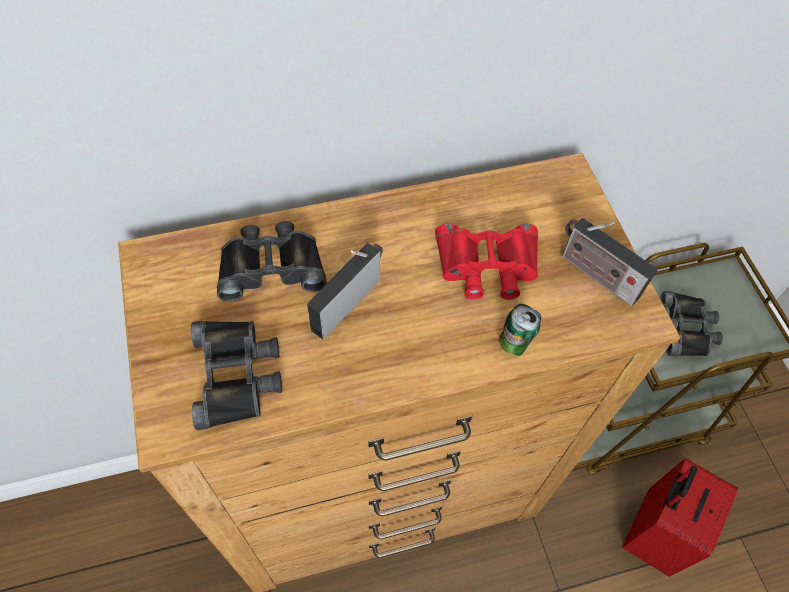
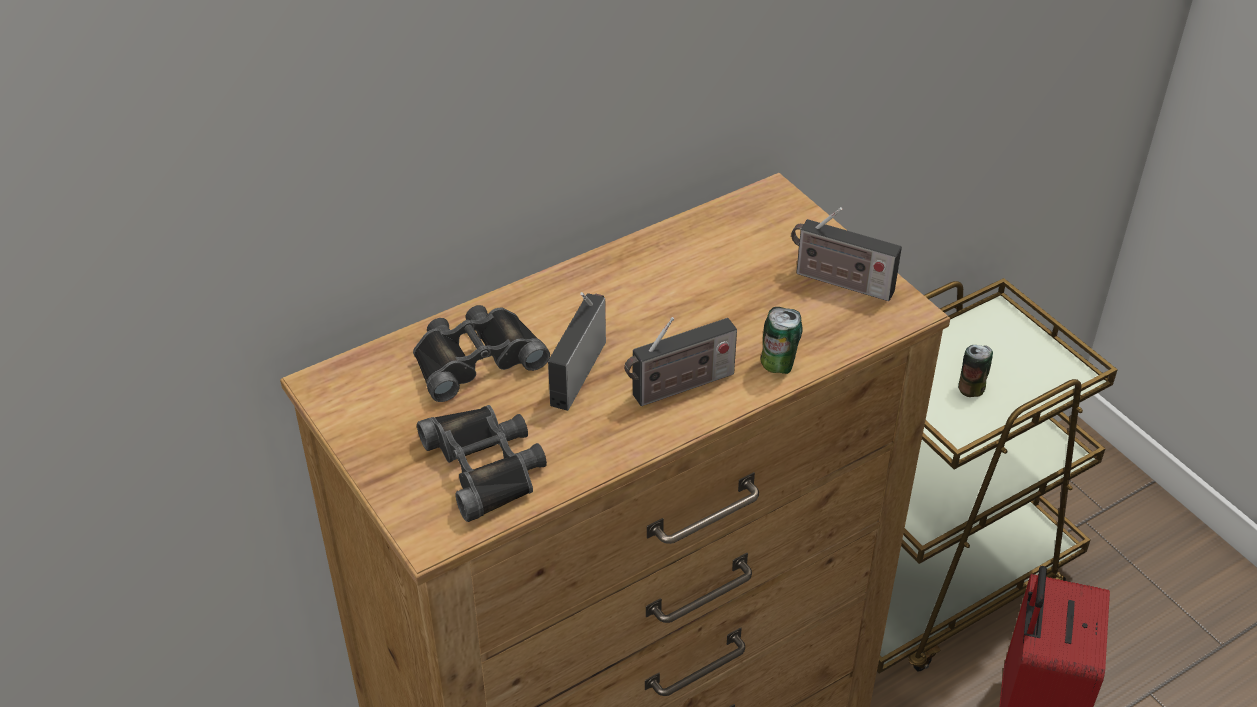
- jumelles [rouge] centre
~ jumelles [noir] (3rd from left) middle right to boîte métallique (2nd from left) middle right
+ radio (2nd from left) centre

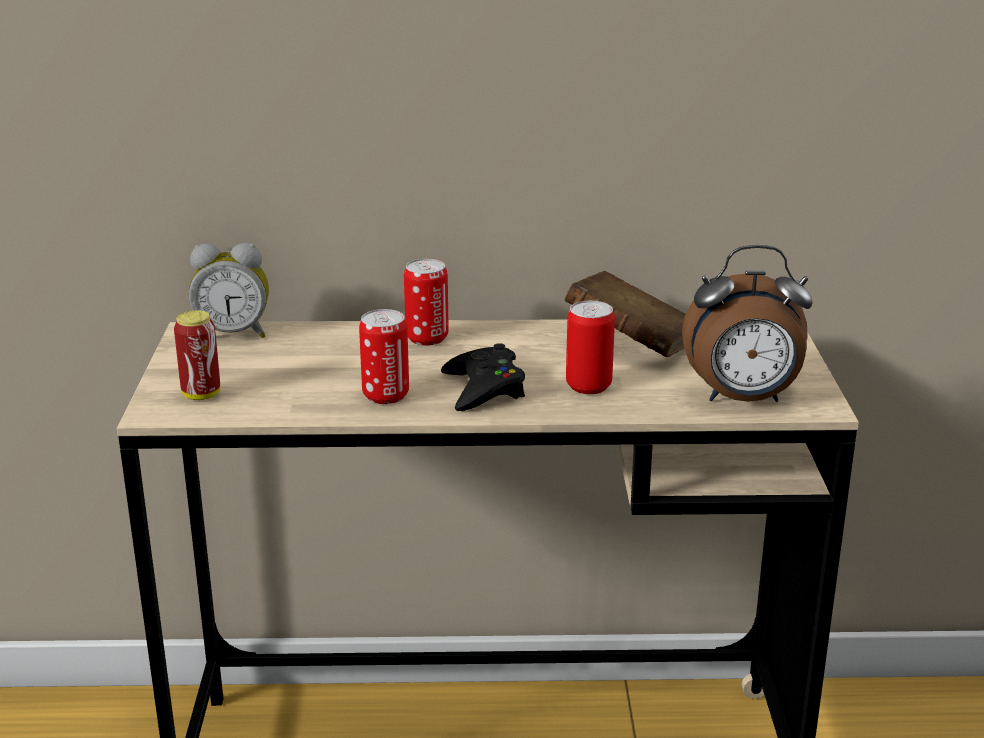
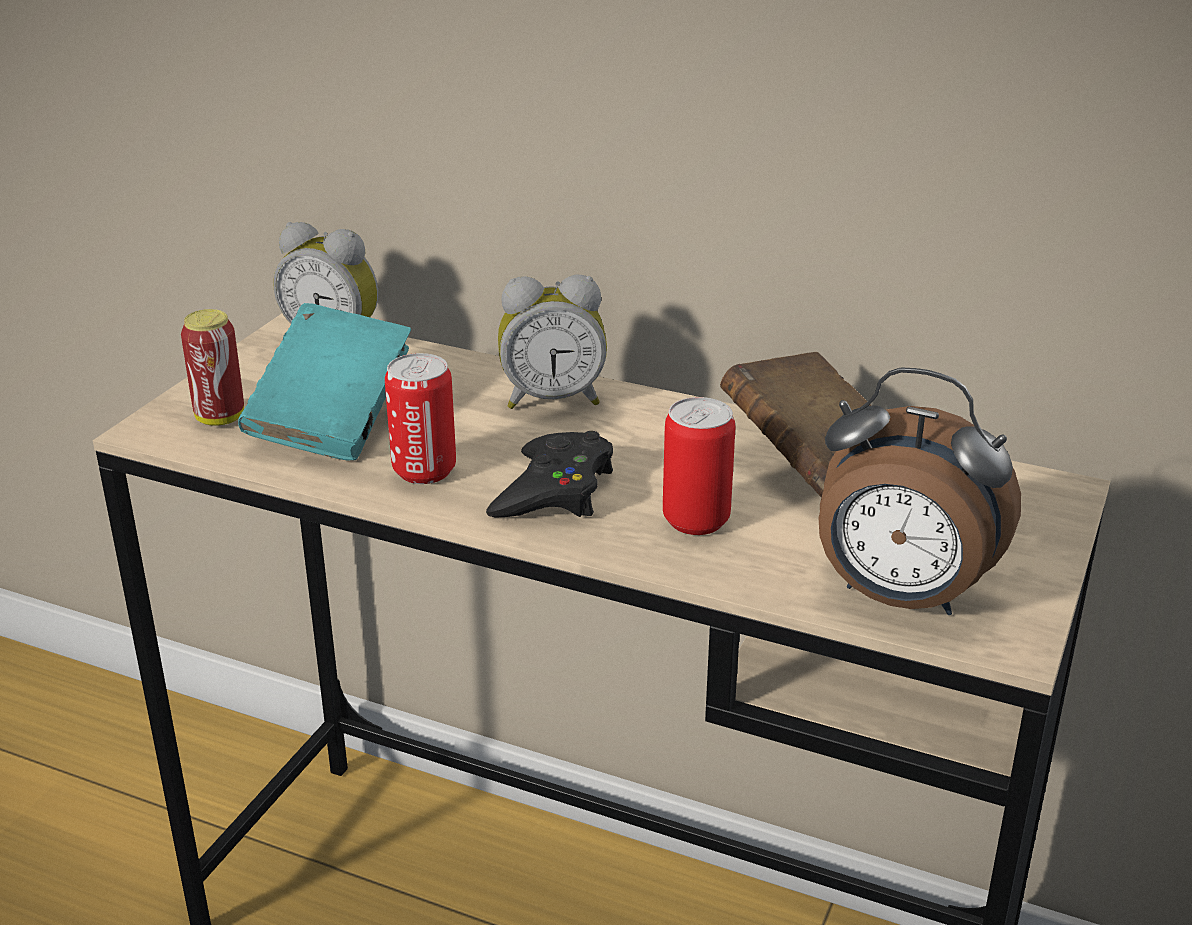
~ boîte métallique (3rd from left) centre to réveil (2nd from left) centre
+ livre [turquoise] middle left

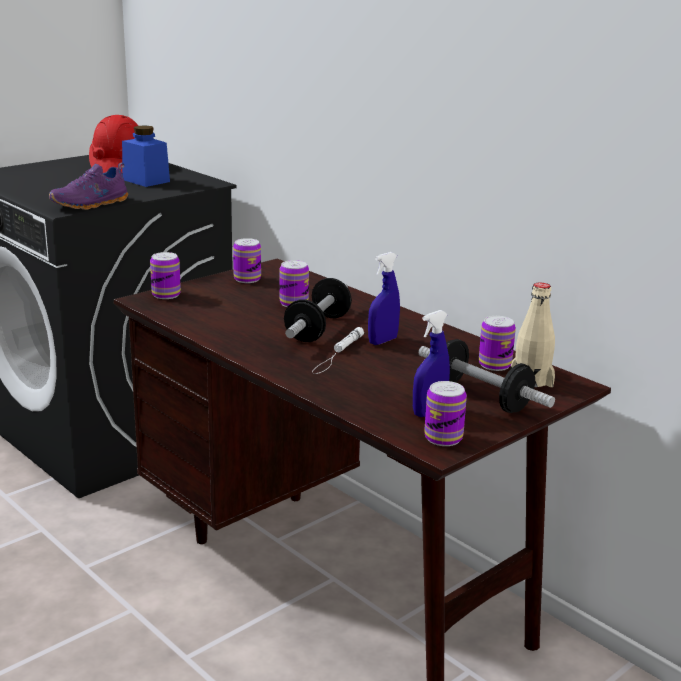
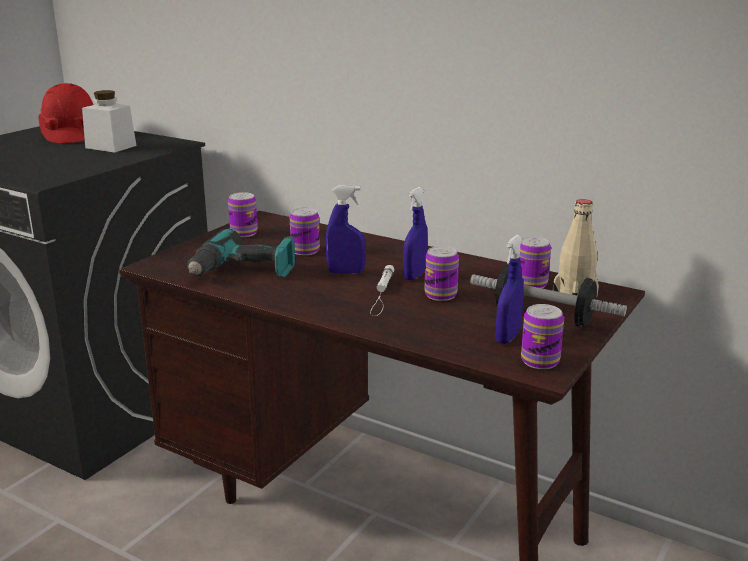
- chaussure [violet] top left
~ bocal [bleu] top left to bocal [blanc] top left
~ boîte métallique (1st from left in the first image) middle left to boîte métallique (3rd from left) centre
~ haltère (1st from left) centre to vaporisateur [bleu] (1st from left) centre
+ perceuse middle left

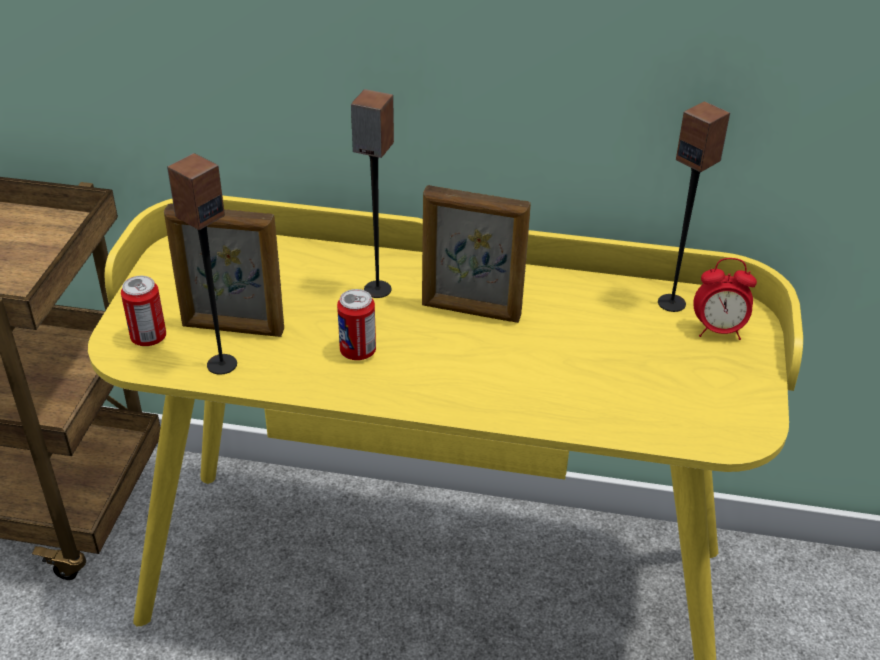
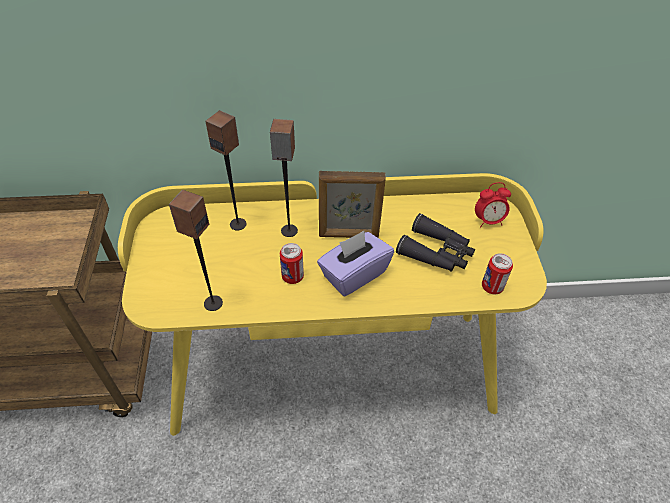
~ boîte métallique (1st from left in the first image) middle left to boîte métallique (2nd from left) middle right
- cadre photo (1st from left) middle left
~ enceinte (3rd from left in the first image) top right to enceinte (2nd from left) centre
+ boîte à mouchoirs [violet] centre
+ jumelles [noir] centre

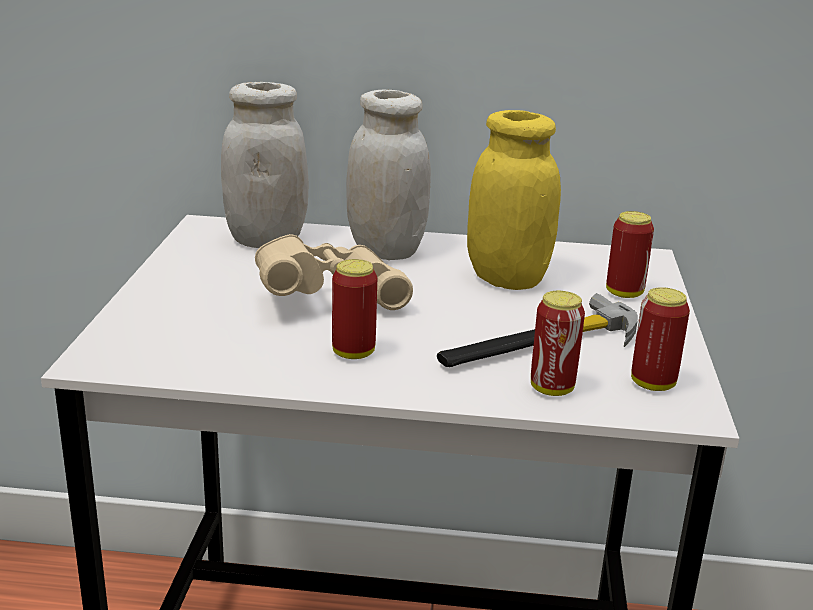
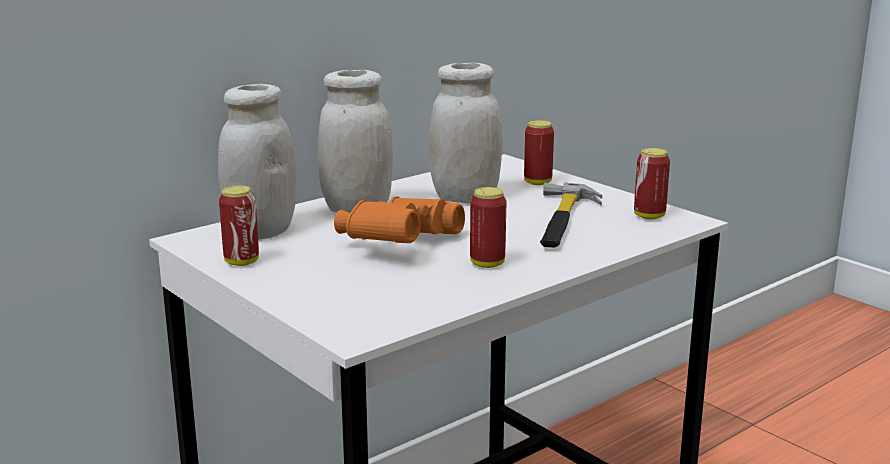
~ jumelles [beige] centre to jumelles [orange] centre
~ bocal [jaune] top centre to bocal [blanc] (3rd from left) top centre
~ boîte métallique (2nd from left in the first image) middle right to boîte métallique (1st from left) middle left

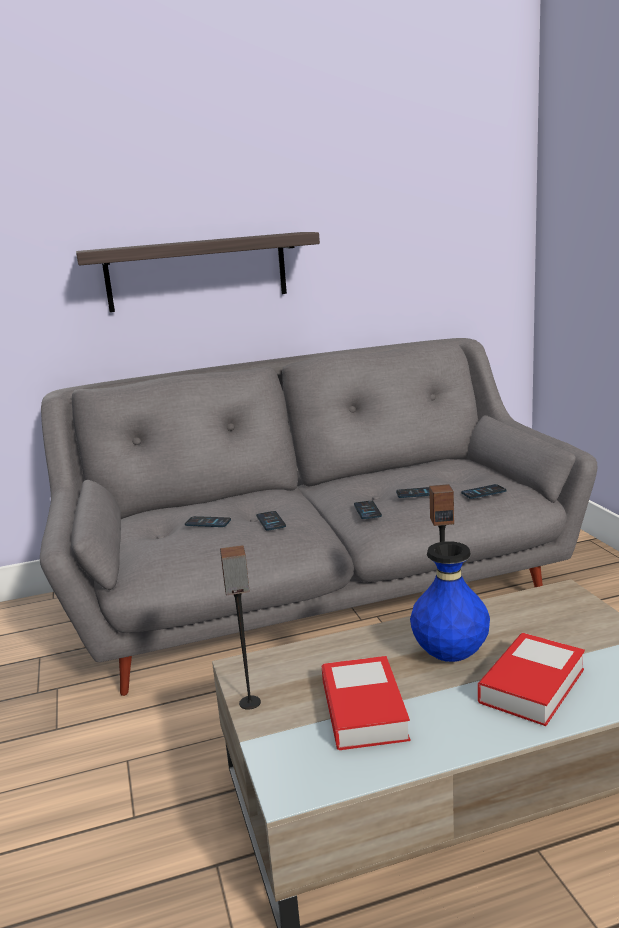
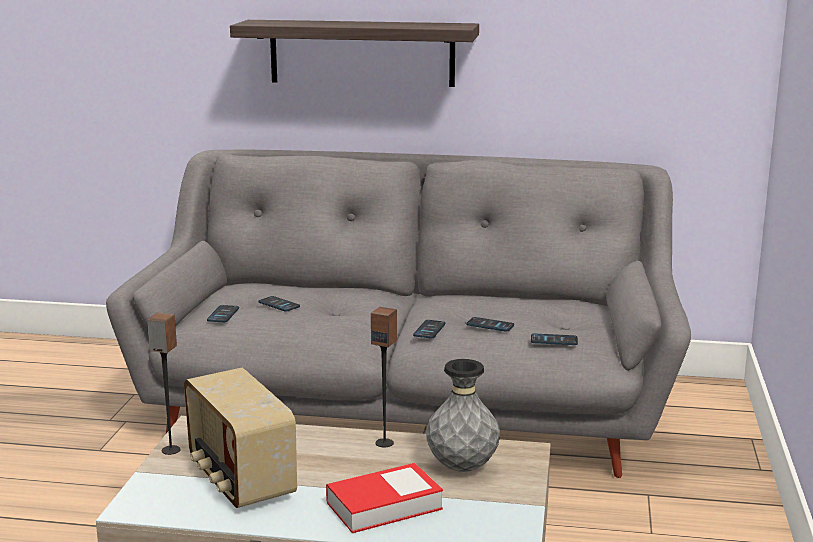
~ téléphone (2nd from left in the first image) centre to téléphone (1st from left) middle left
~ livre (1st from left) bottom centre to radio bottom left
- vase [bleu] middle right
+ vase [gris] bottom centre

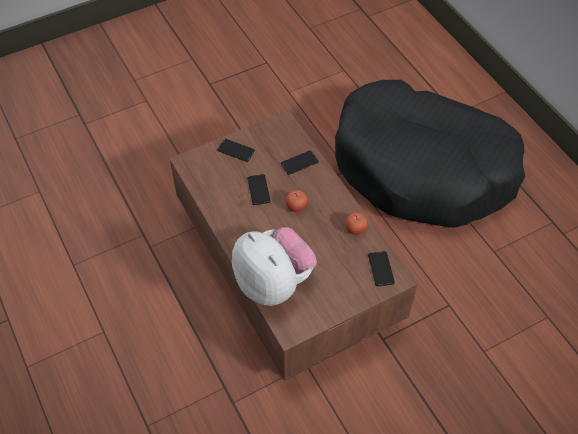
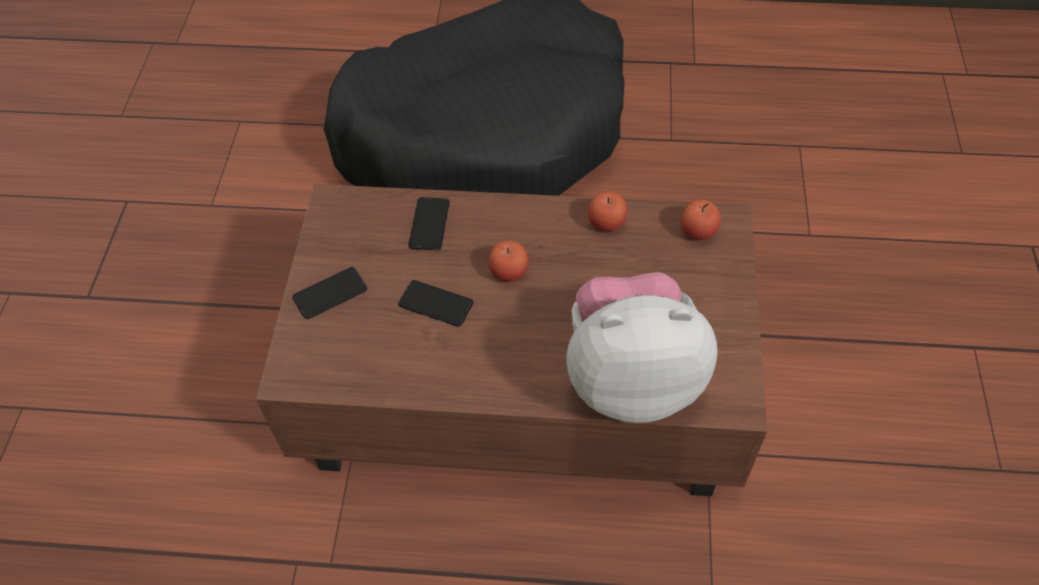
~ téléphone (4th from left) centre to pomme (3rd from left) middle right

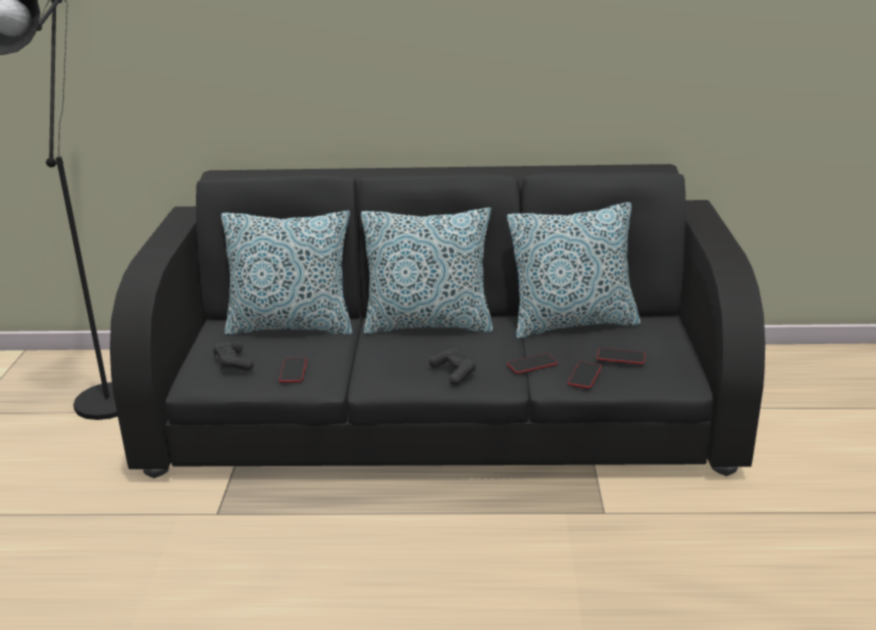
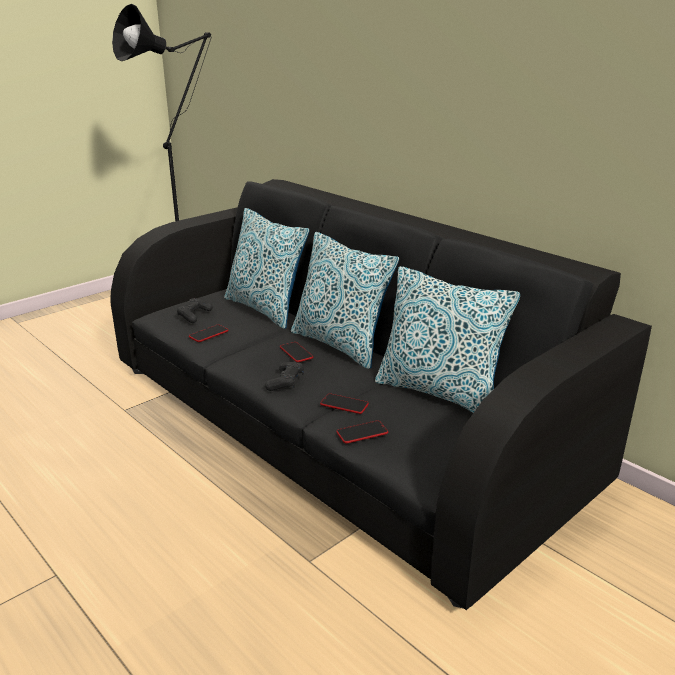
~ téléphone (4th from left in the first image) middle right to téléphone (2nd from left) centre

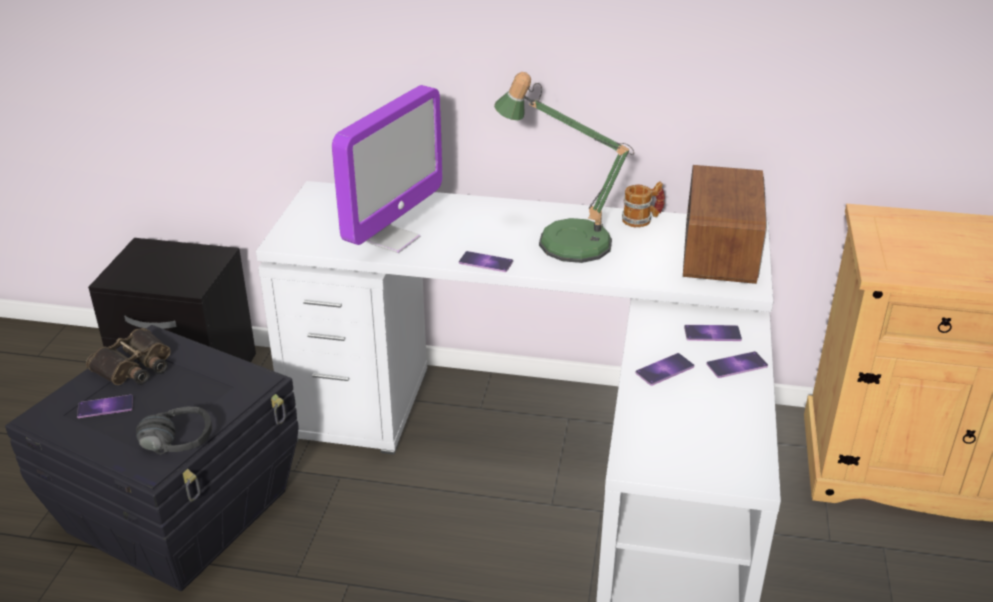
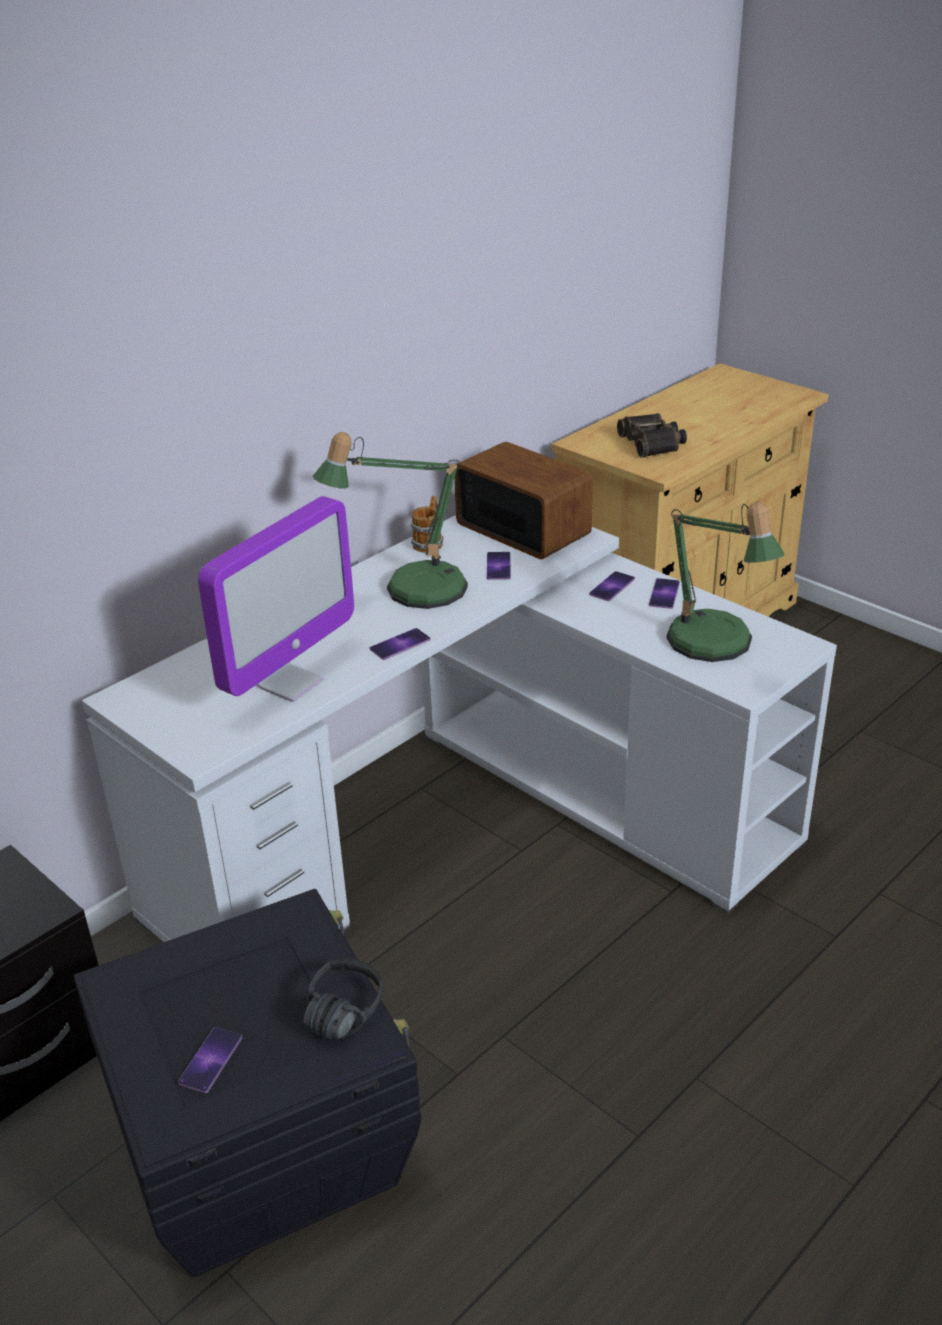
~ jumelles middle left to top right
~ écran d'ordinateur top centre = middle left 60 degrees clockwise
~ téléphone (3rd from left) middle right to centre
+ lampe de table (2nd from left) middle right

